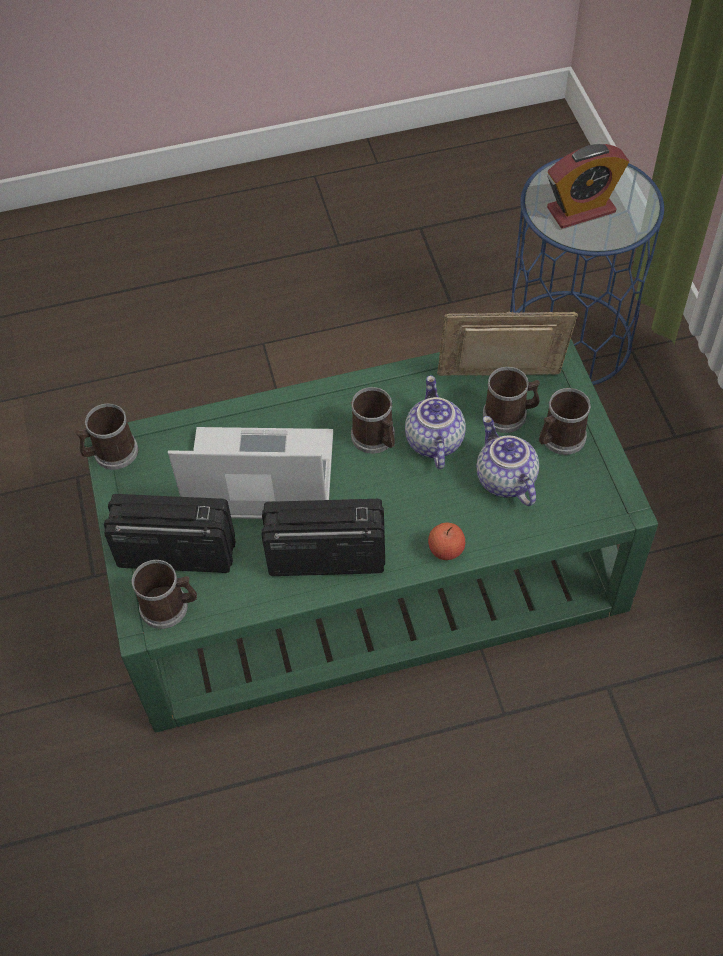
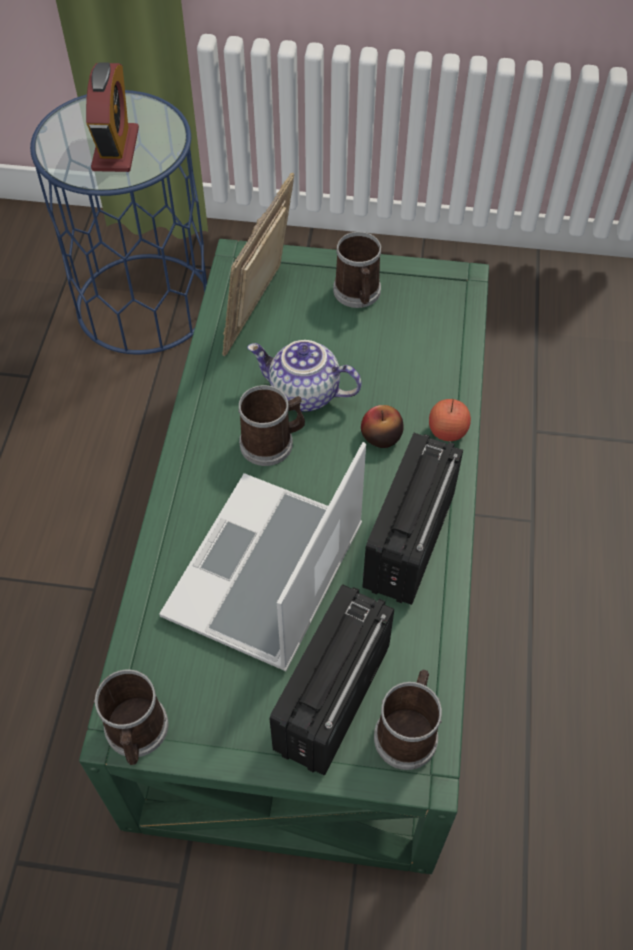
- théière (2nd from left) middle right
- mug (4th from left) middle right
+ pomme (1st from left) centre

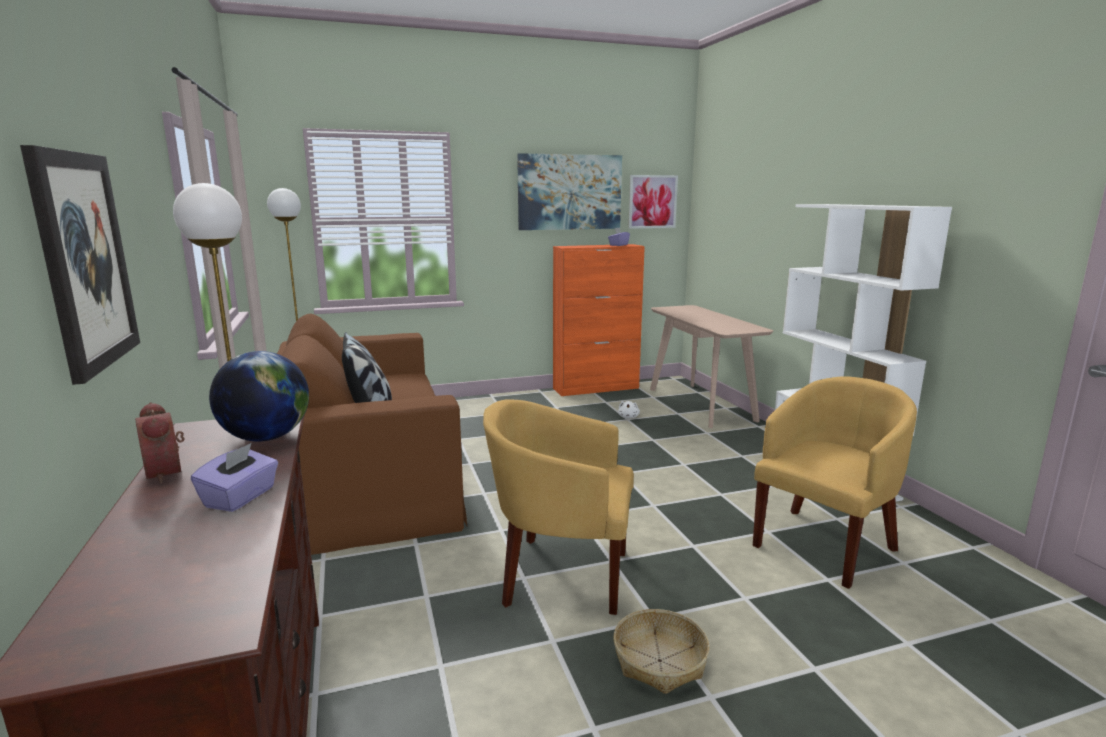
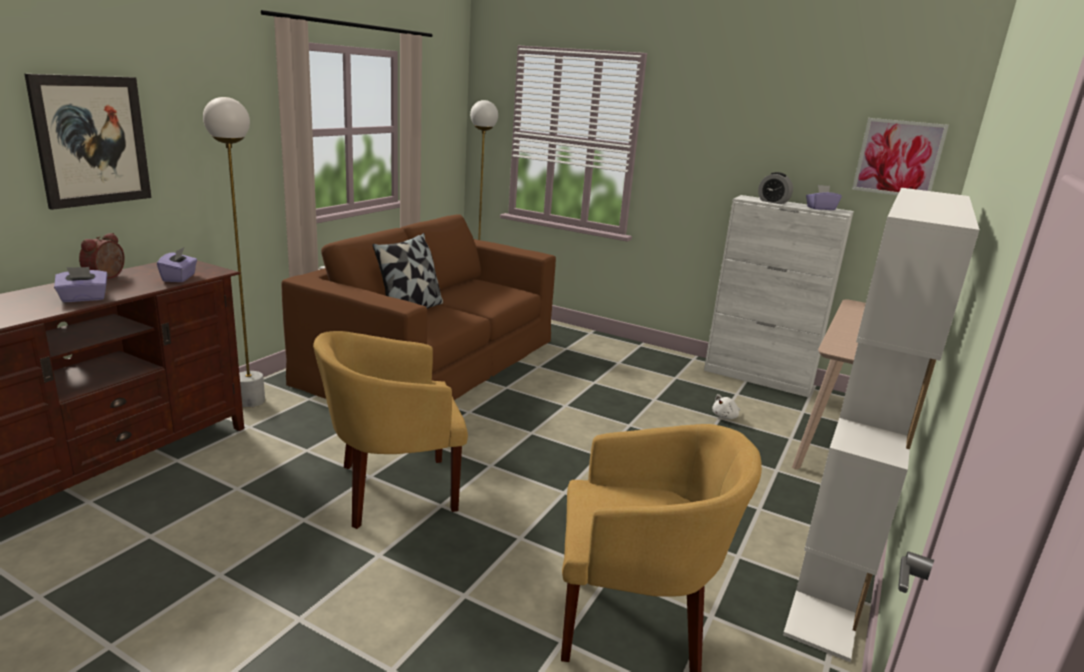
~ globe middle left to boîte à mouchoirs [violet] (2nd from left) middle left
~ fauteuil [jaune] (1st from left) bottom centre = centre 75 degrees counterclockwise
- tableau (2nd from left) top centre
~ meuble de rangement [orange] centre to meuble de rangement [blanc] middle right
- panier bottom centre
+ réveil (2nd from left) top right

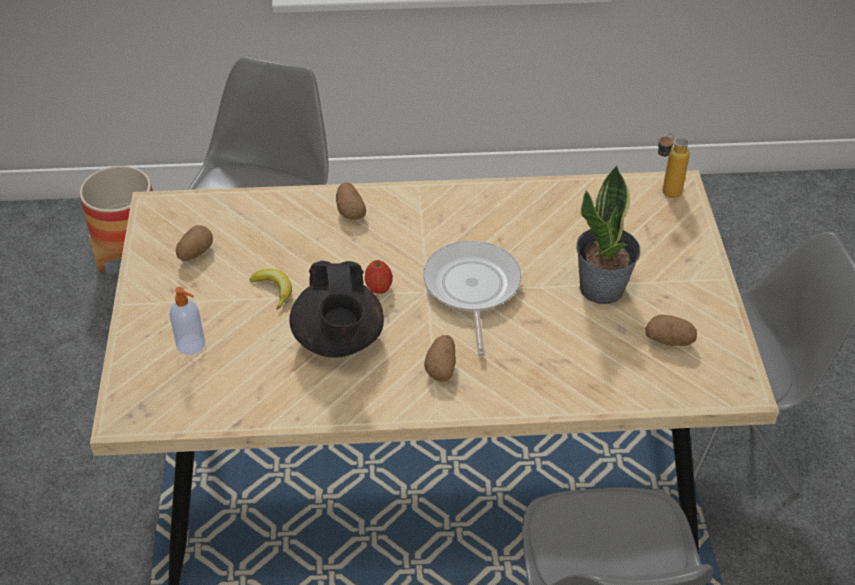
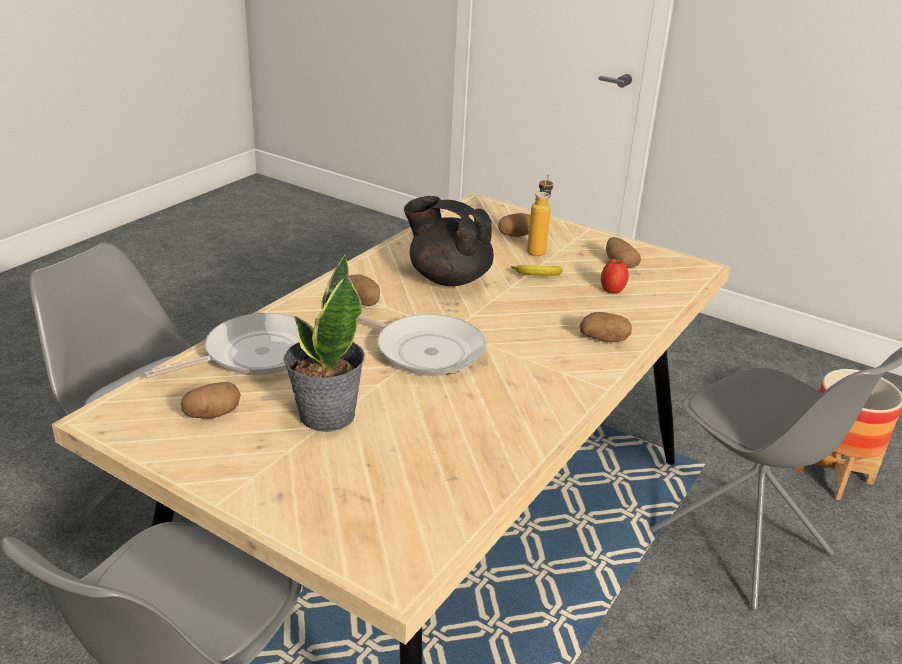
~ distributeur de savon middle left to pomme de terre (3rd from left) centre
~ pomme centre to middle right
~ bouteille top right to top centre
+ poêle (1st from left) middle left

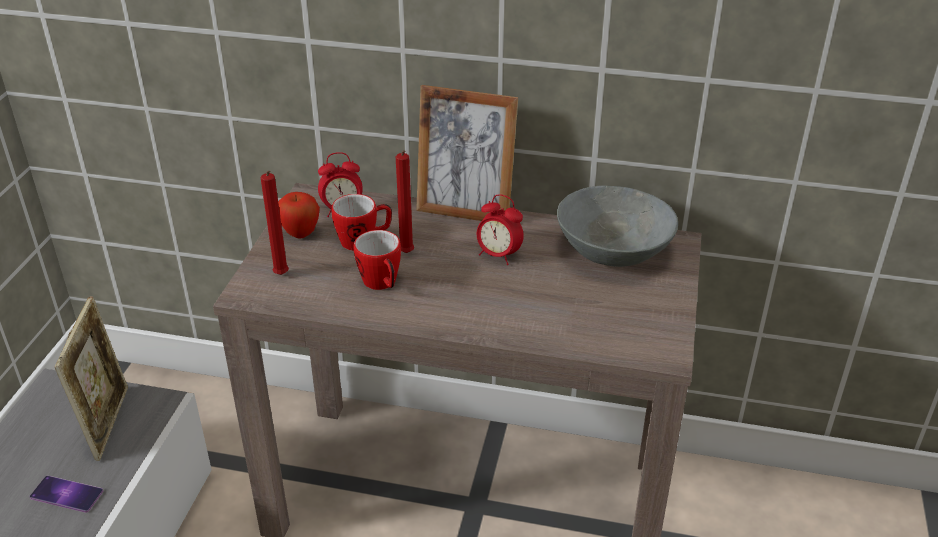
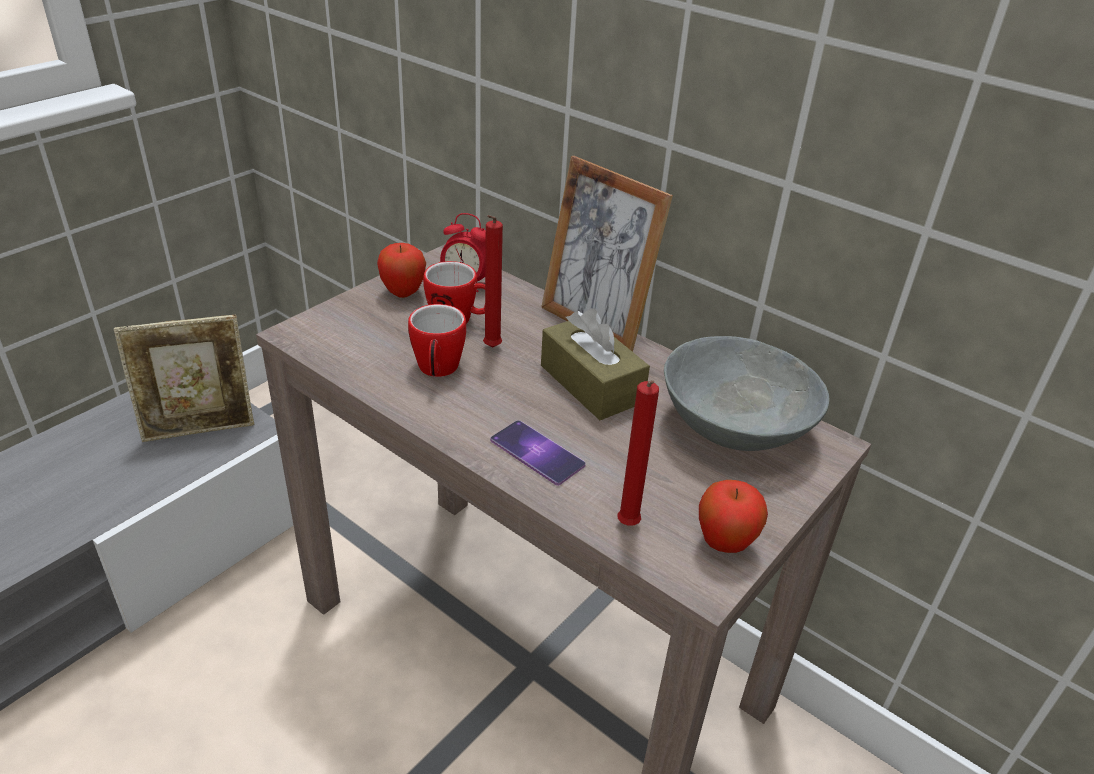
~ téléphone bottom left to centre
~ cadre photo (1st from left) bottom left = middle left 45 degrees clockwise
~ bougie [rouge] (1st from left in the first image) middle left to bougie [rouge] (2nd from left) centre
~ réveil (2nd from left) centre to boîte à mouchoirs [marron] centre
+ pomme (2nd from left) bottom right

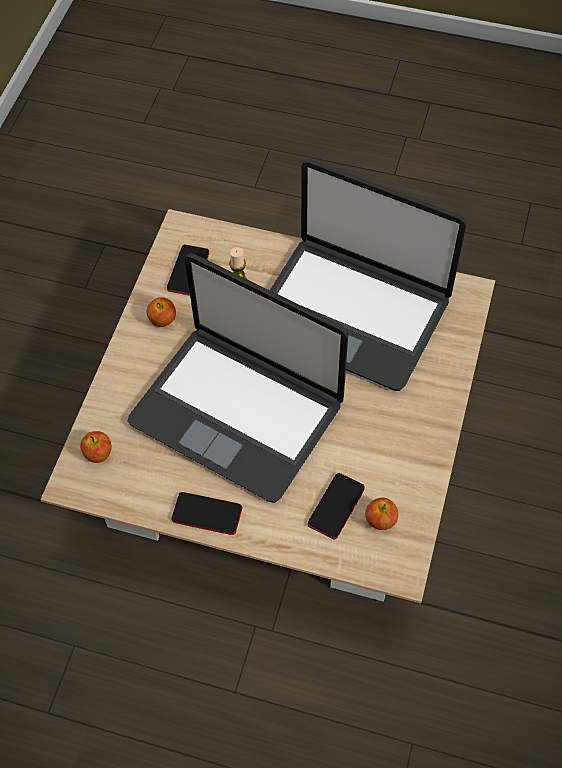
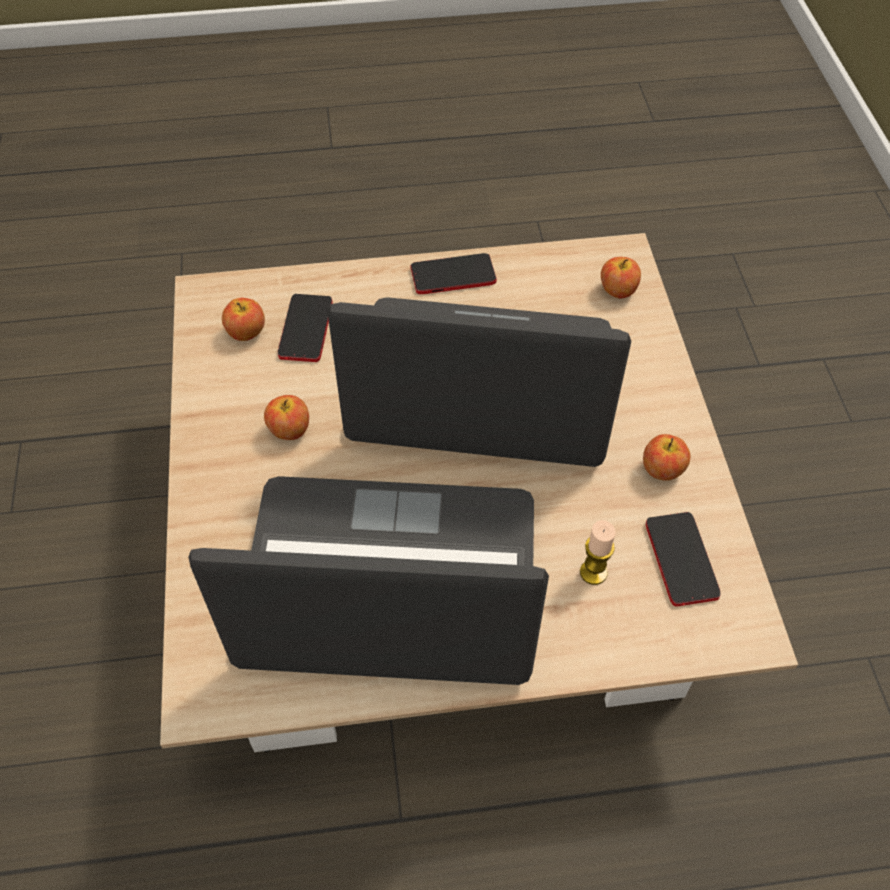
+ pomme (2nd from left) middle left

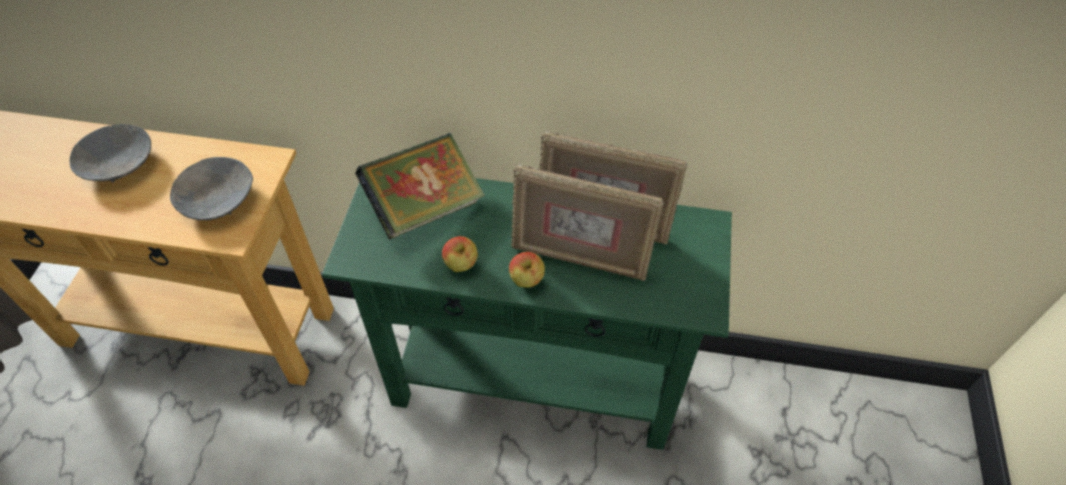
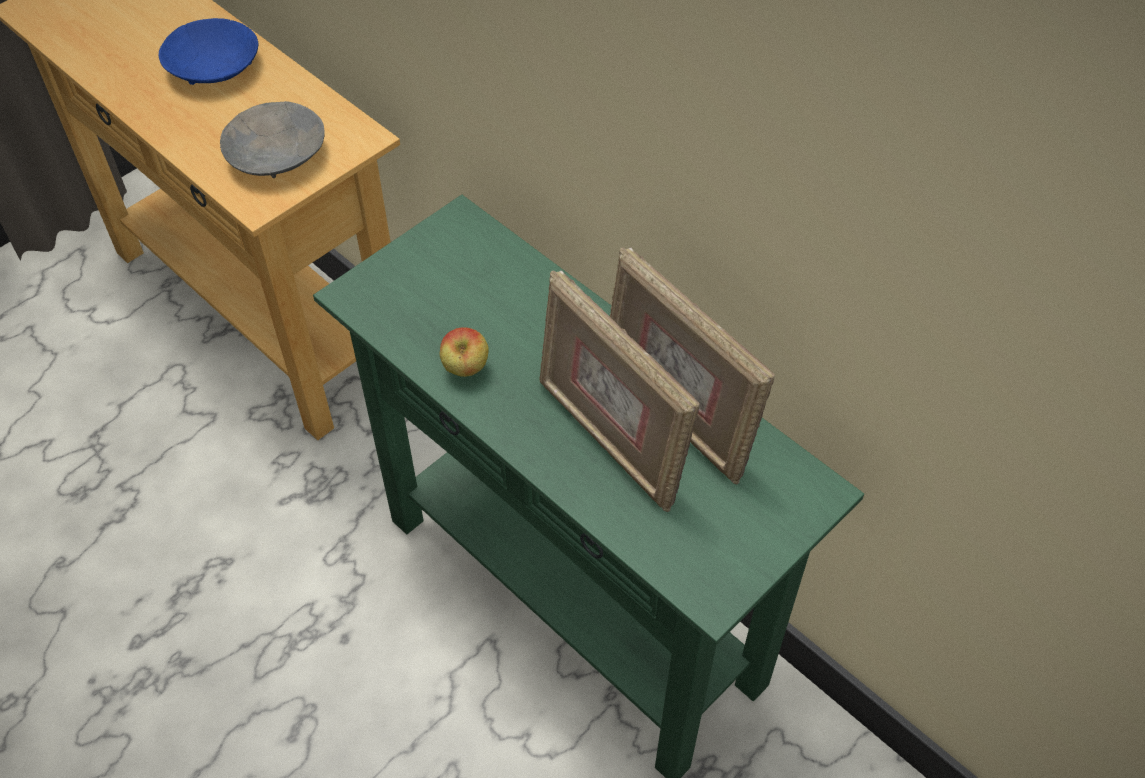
~ bol [gris] (1st from left) top left to bol [bleu] top left
- livre centre
- pomme (2nd from left) centre

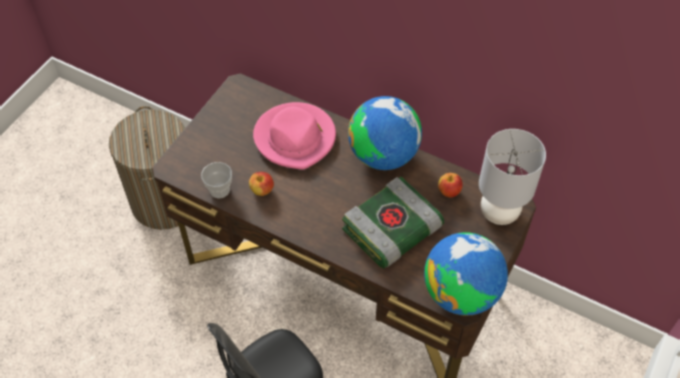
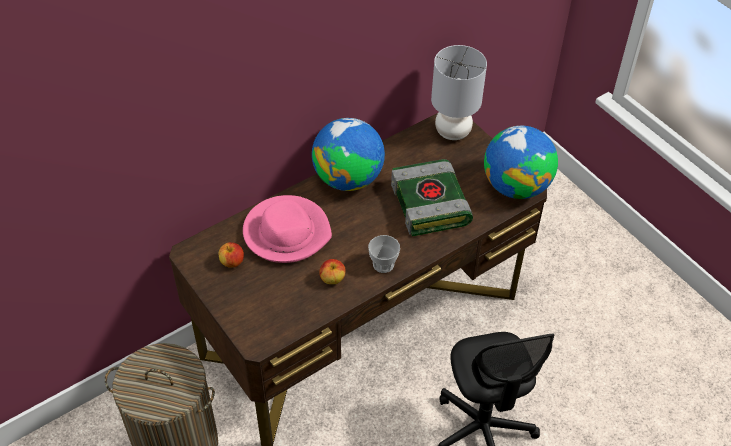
~ tasse middle left to centre
~ pomme (2nd from left in the first image) centre to pomme (1st from left) middle left

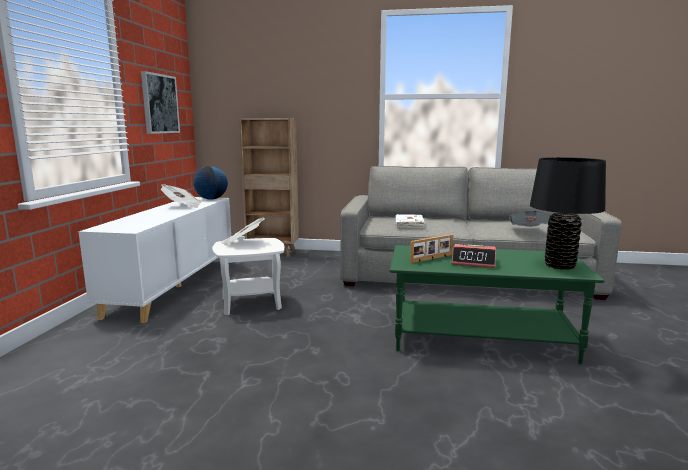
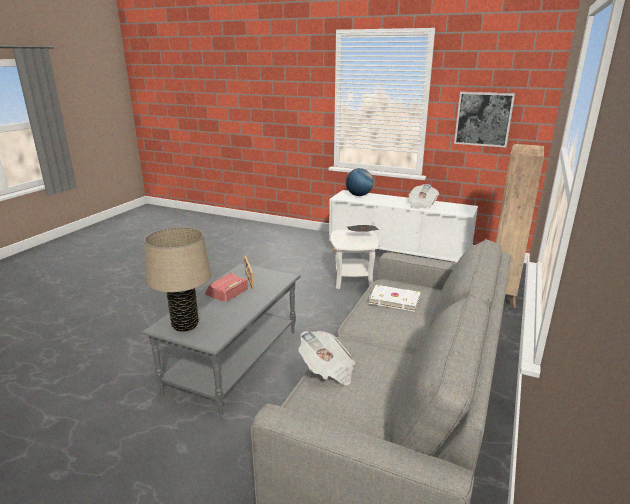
~ globe middle left to centre
~ table basse [vert] middle right to table basse [gris] bottom centre
~ lampe de table [noir] middle right to lampe de table [beige] middle left

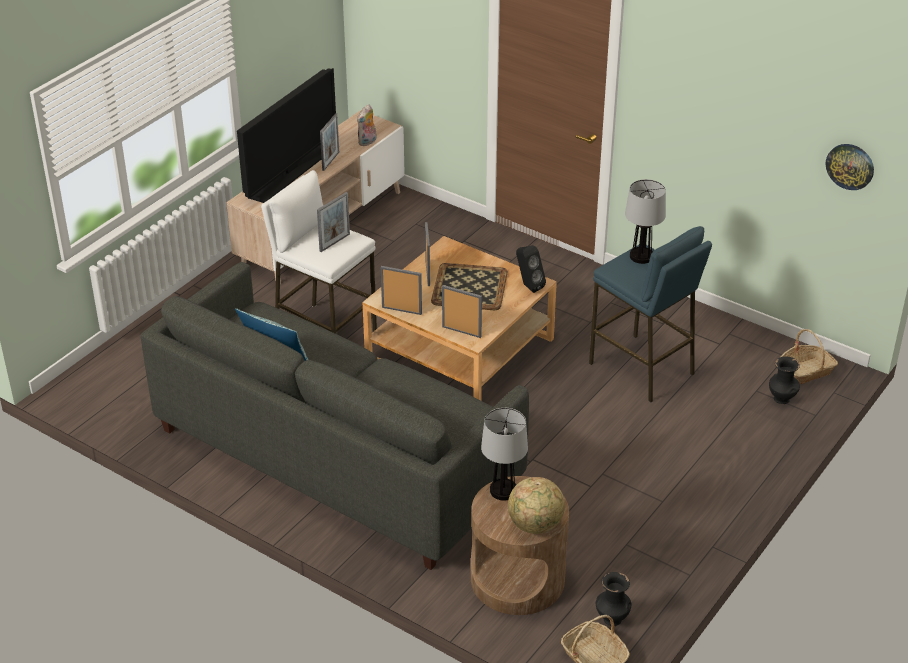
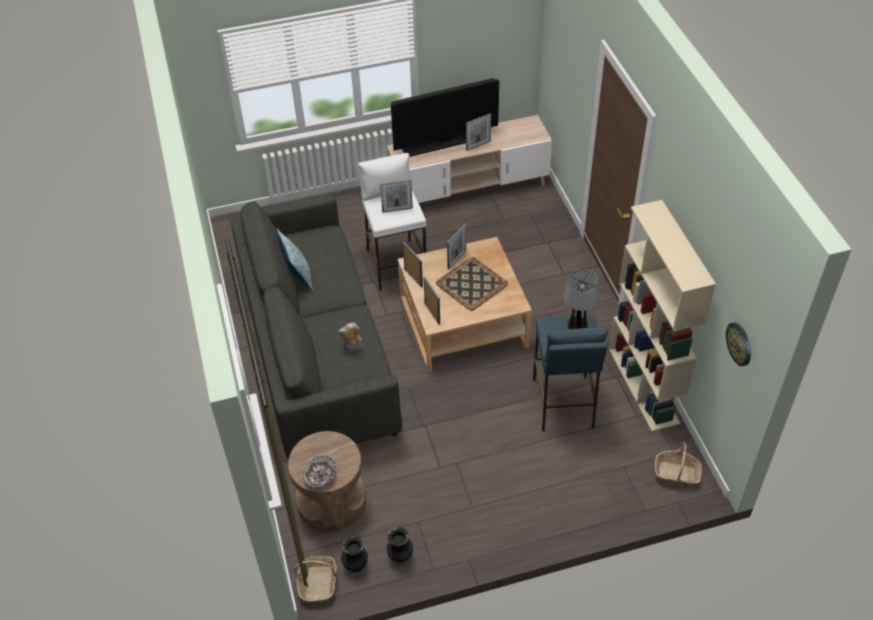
~ peluche top centre to centre
- lampe de table (1st from left) bottom centre
~ globe bottom centre to bol bottom centre
- enceinte [noir] centre
~ vase [noir] (2nd from left) middle right to bottom centre
+ bibliothèque [beige] middle right

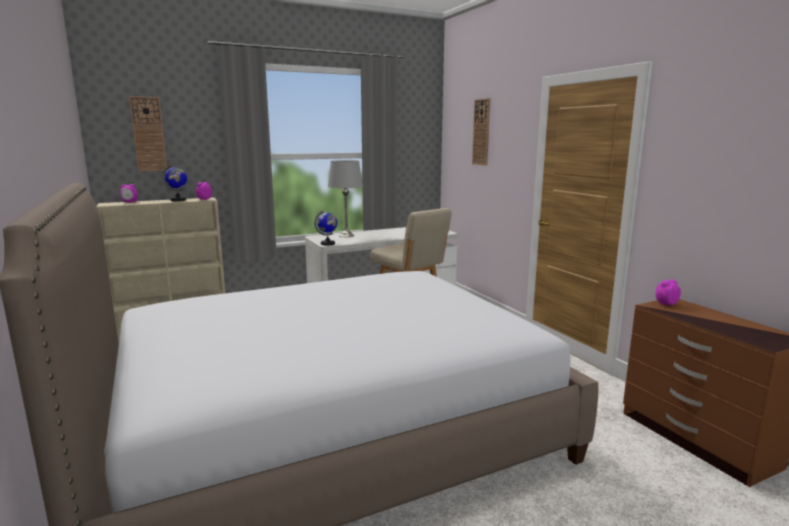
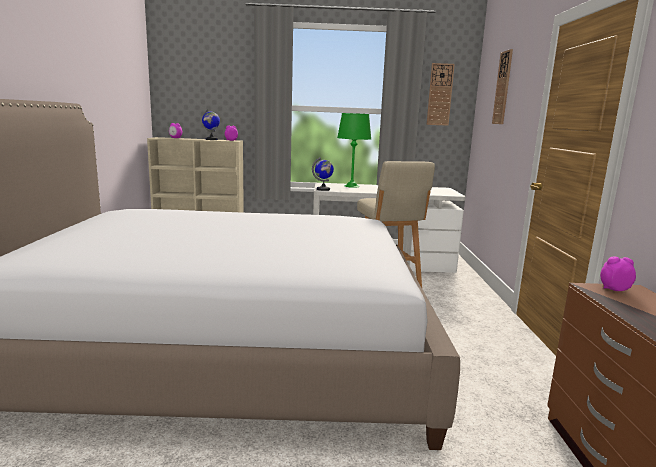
~ horloge murale (1st from left) top left to top right
~ lampe de table [gris] centre to lampe de table [vert] top centre

